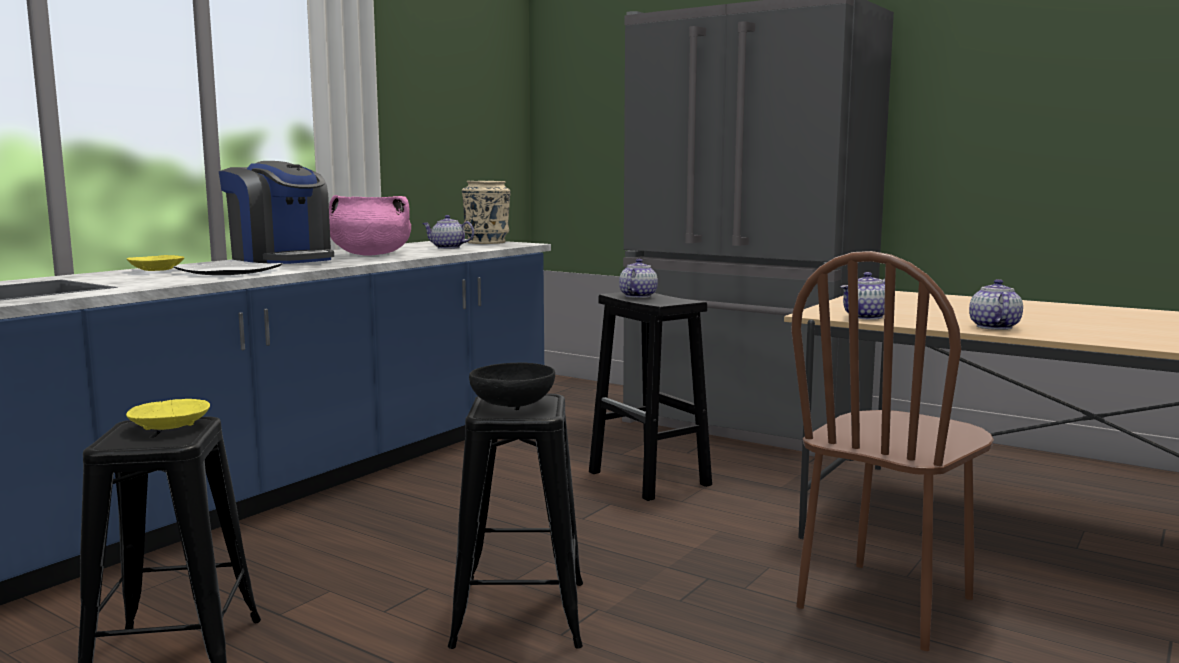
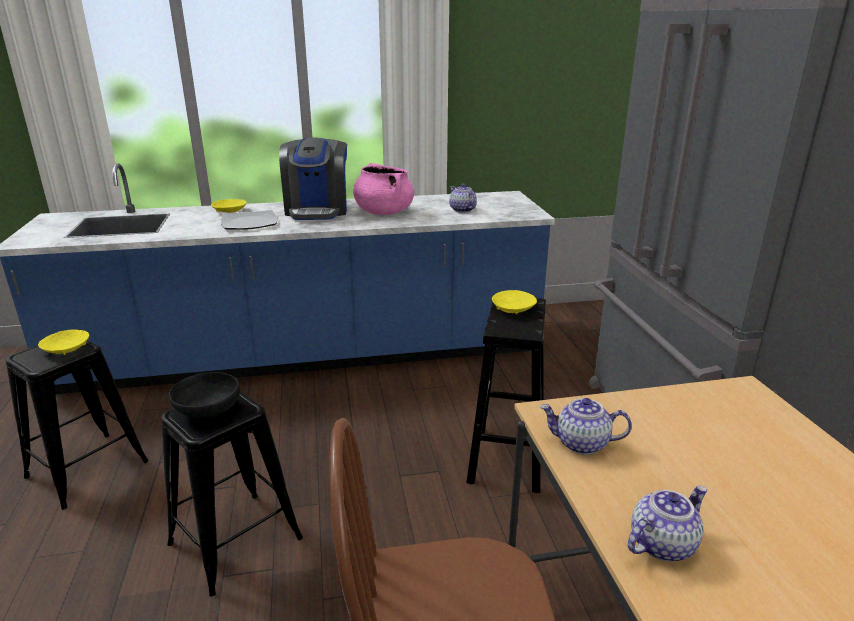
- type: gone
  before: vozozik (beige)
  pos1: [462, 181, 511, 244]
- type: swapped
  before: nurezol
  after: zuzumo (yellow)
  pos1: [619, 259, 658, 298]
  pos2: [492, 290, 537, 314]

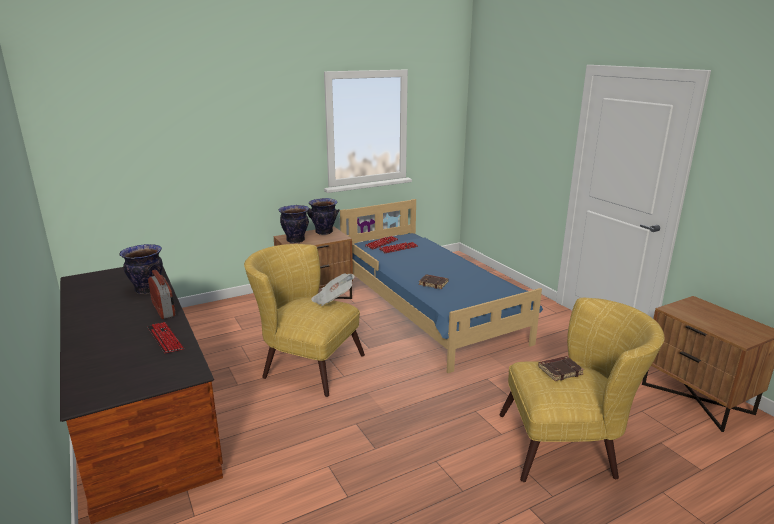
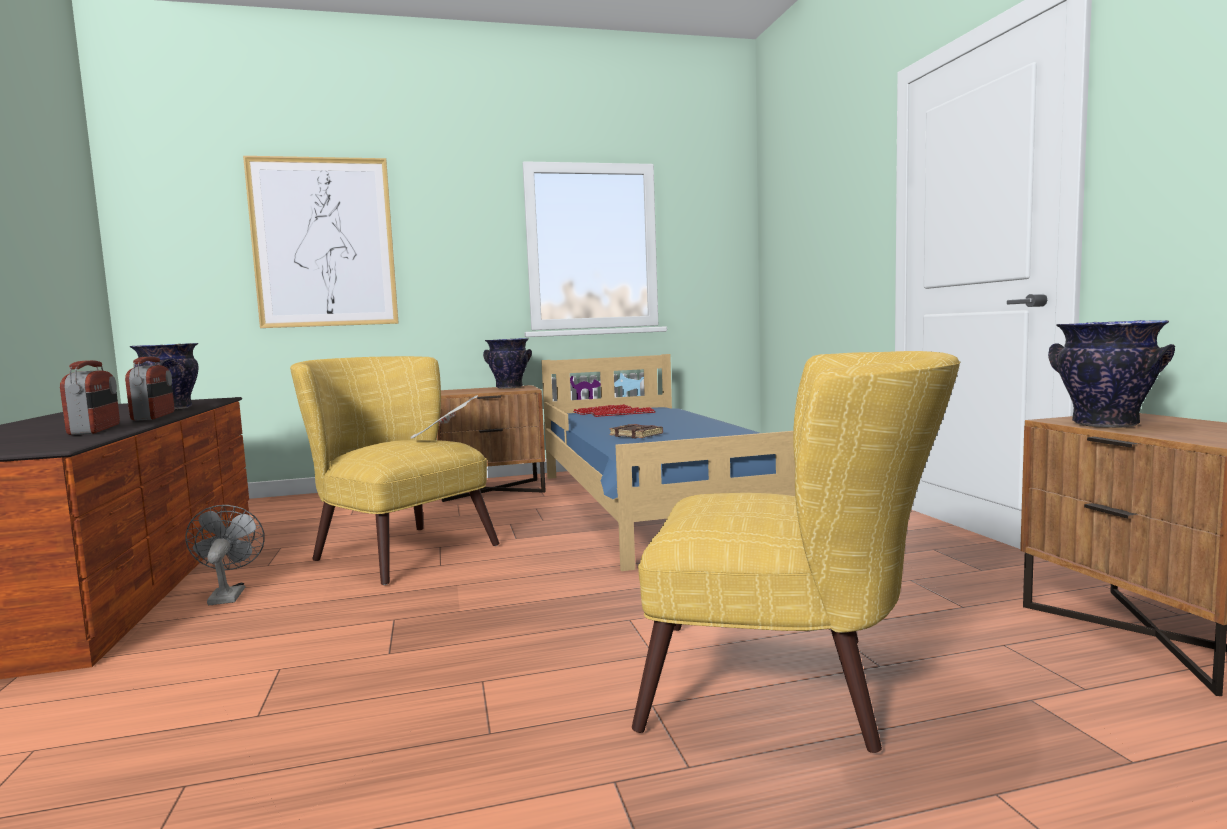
- type: shifted
  before: vozozik
  pos1: [279, 205, 309, 243]
  pos2: [1048, 320, 1175, 428]
- type: swapped
  before: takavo
  after: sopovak
  pos1: [148, 322, 184, 353]
  pos2: [60, 360, 120, 435]
- type: gone
  before: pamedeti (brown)
  pos1: [538, 356, 584, 381]
- type: new
  after: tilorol
  pos2: [243, 156, 399, 328]
- type: new
  after: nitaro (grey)
  pos2: [185, 505, 265, 605]

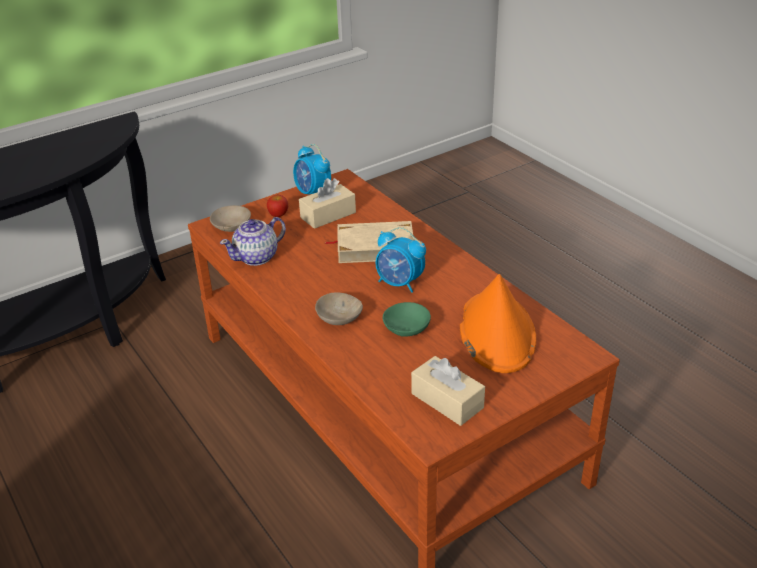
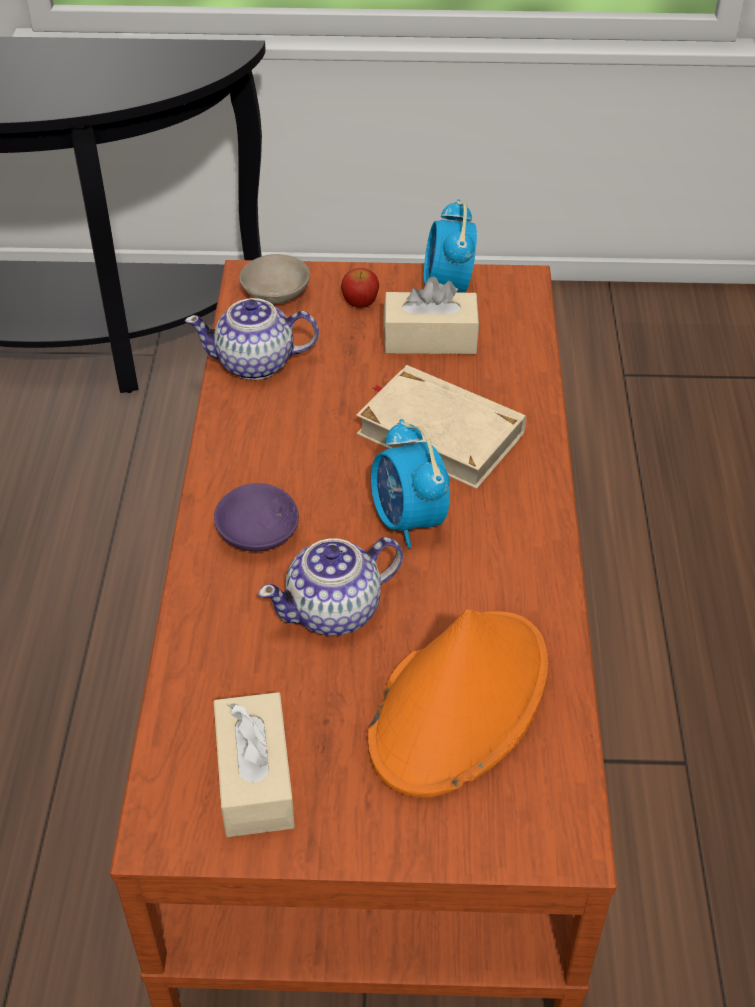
- type: repainted
  before: zuzumo (beige)
  after: zuzumo (purple)
  pos1: [315, 292, 363, 325]
  pos2: [214, 483, 299, 551]
- type: swapped
  before: zuzumo (green)
  after: nurezol
  pos1: [383, 302, 431, 337]
  pos2: [258, 537, 403, 636]

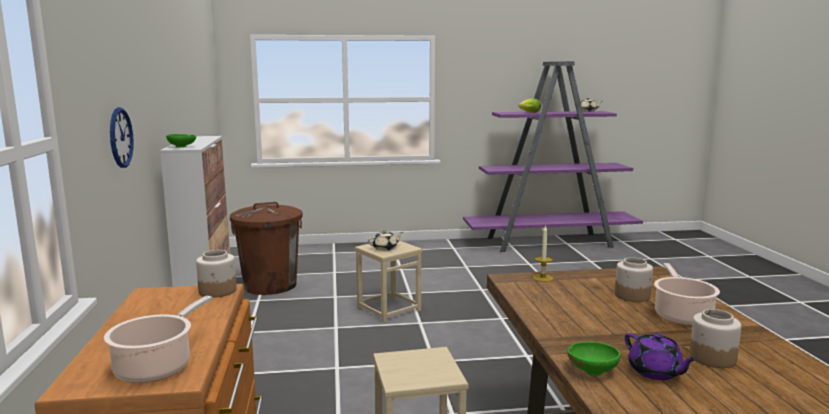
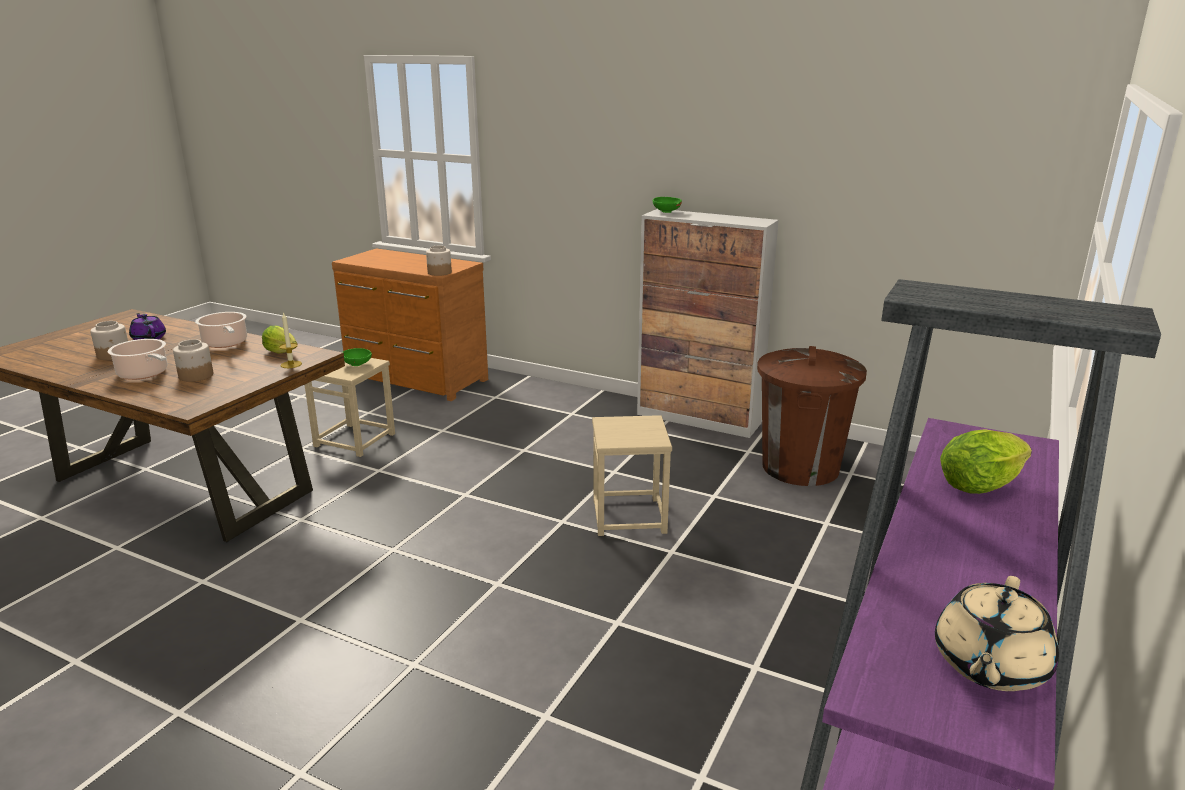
- type: gone
  before: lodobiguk
  pos1: [110, 107, 134, 168]
- type: gone
  before: nurezol (beige)
  pos1: [368, 230, 403, 251]
- type: shifted
  before: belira
  pos1: [104, 296, 212, 383]
  pos2: [195, 312, 247, 348]
- type: rotated
  before: nurezol (purple)
  pos1: [625, 333, 697, 380]
  pos2: [129, 313, 166, 340]
  turn: 45
- type: shifted
  before: zuzumo (green)
  pos1: [567, 342, 621, 376]
  pos2: [343, 348, 372, 366]
- type: new
  after: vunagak
  pos2: [262, 326, 297, 354]

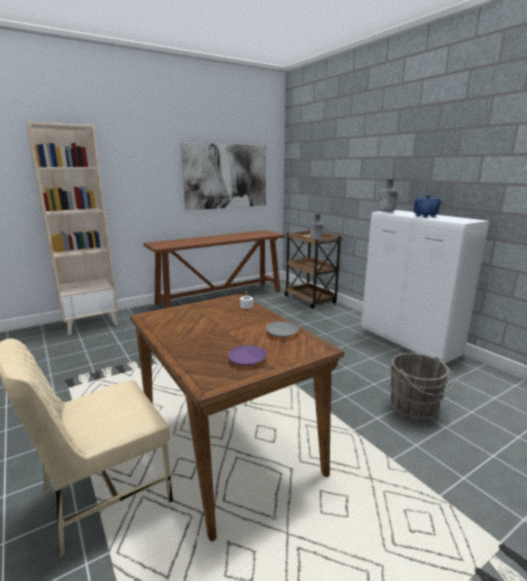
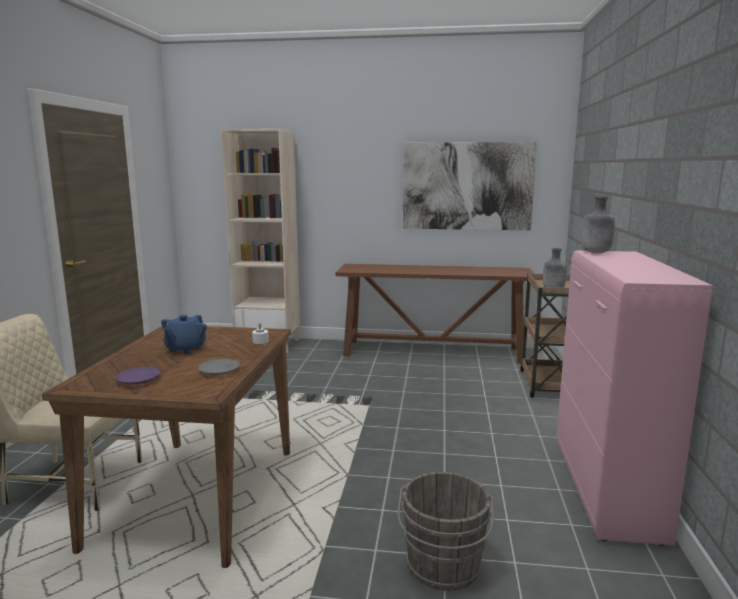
- type: shifted
  before: nurezol (blue)
  pos1: [413, 195, 442, 218]
  pos2: [161, 315, 207, 354]
- type: repainted
  before: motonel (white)
  after: motonel (pink)
  pos1: [362, 210, 489, 363]
  pos2: [557, 251, 713, 546]

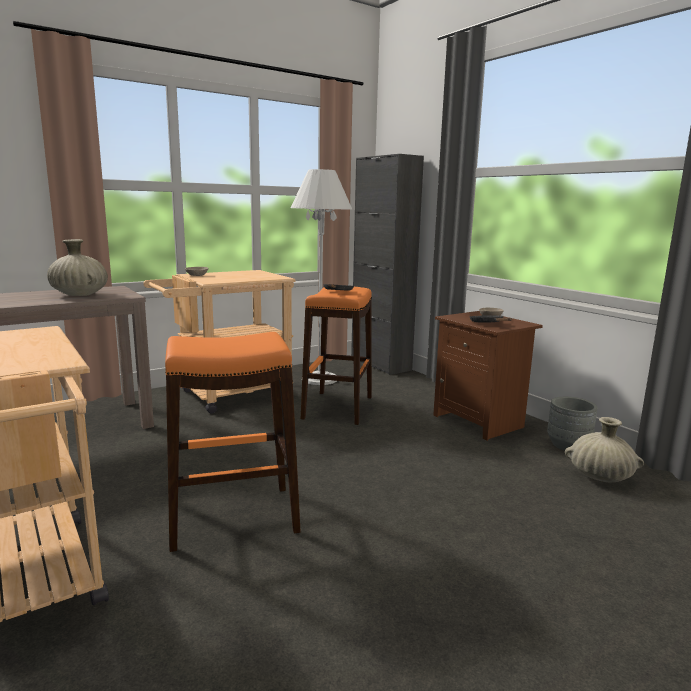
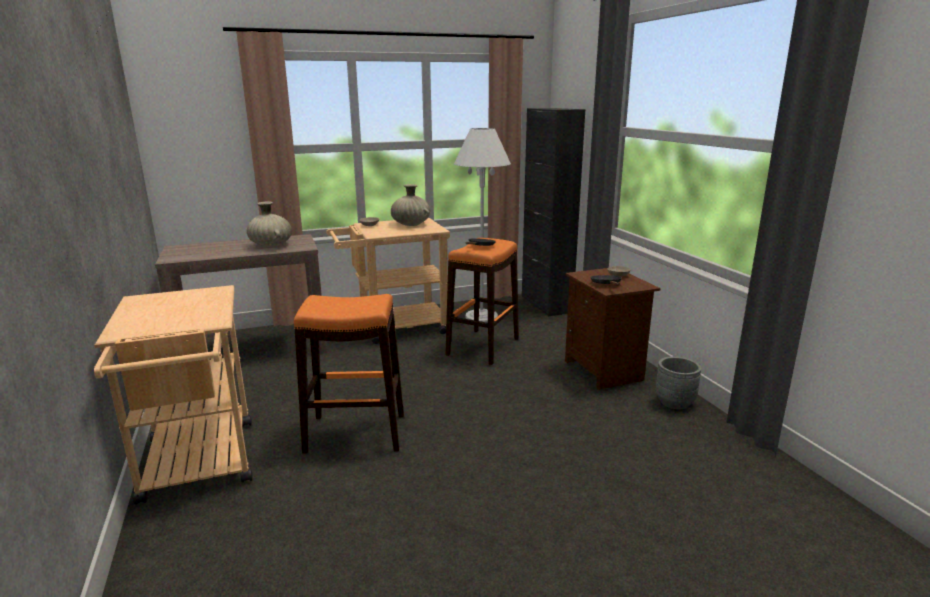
- type: shifted
  before: vozozik (beige)
  pos1: [565, 417, 644, 482]
  pos2: [391, 184, 430, 226]

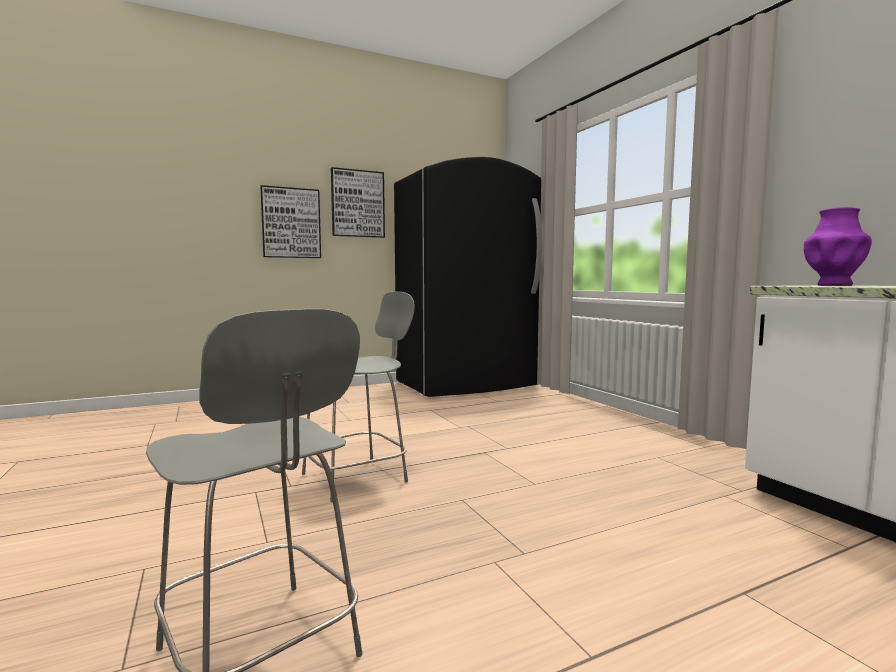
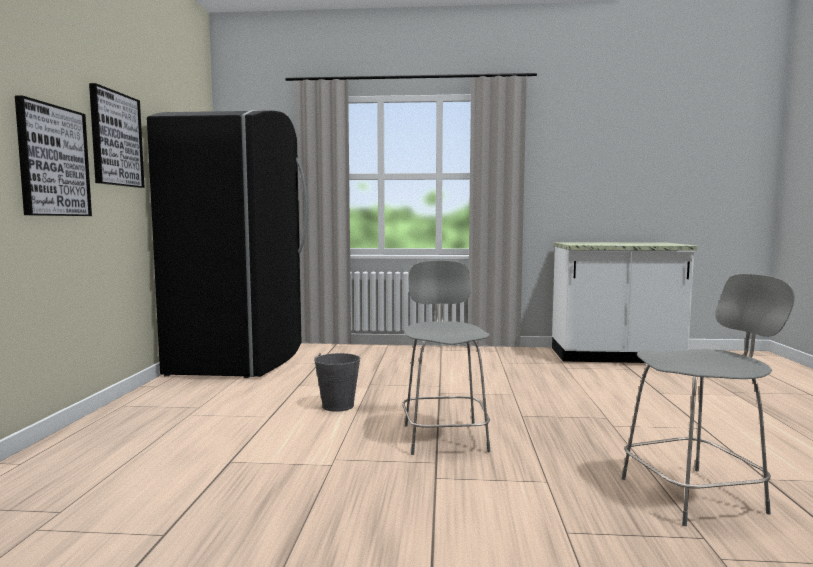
- type: gone
  before: vozozik (purple)
  pos1: [804, 207, 872, 286]
- type: new
  after: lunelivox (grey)
  pos2: [314, 353, 360, 412]

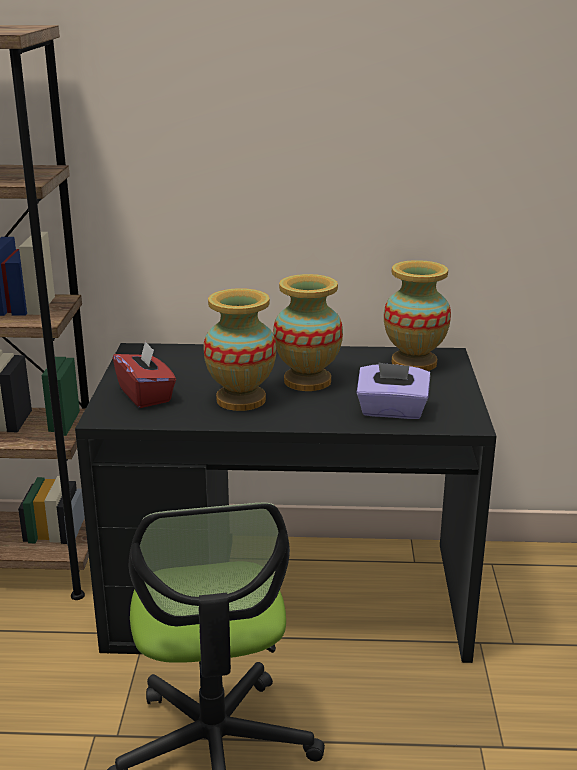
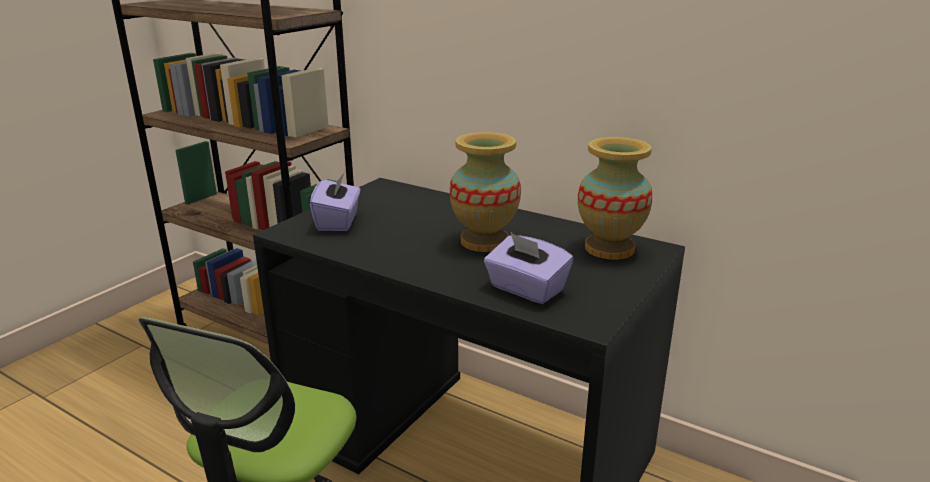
- type: gone
  before: vozozik
  pos1: [203, 288, 276, 411]
- type: repainted
  before: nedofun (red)
  after: nedofun (purple)
  pos1: [113, 340, 176, 408]
  pos2: [310, 172, 360, 231]

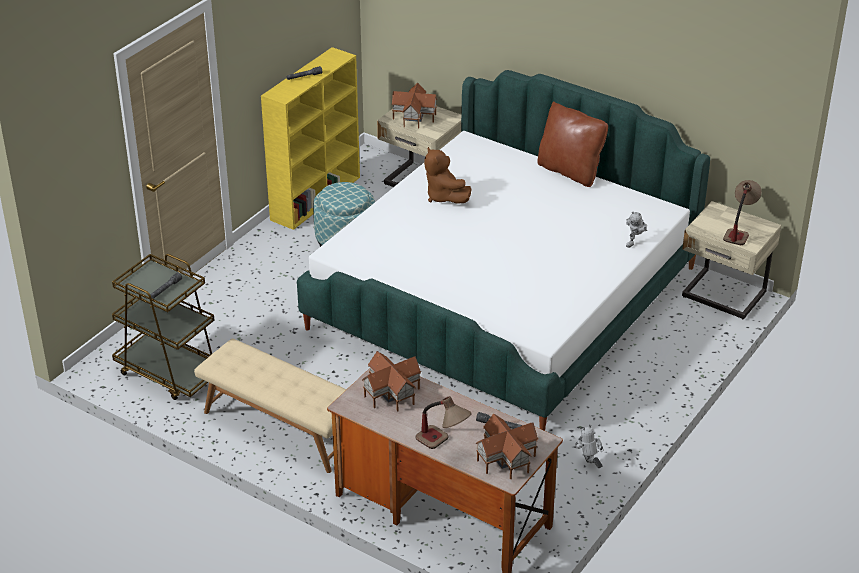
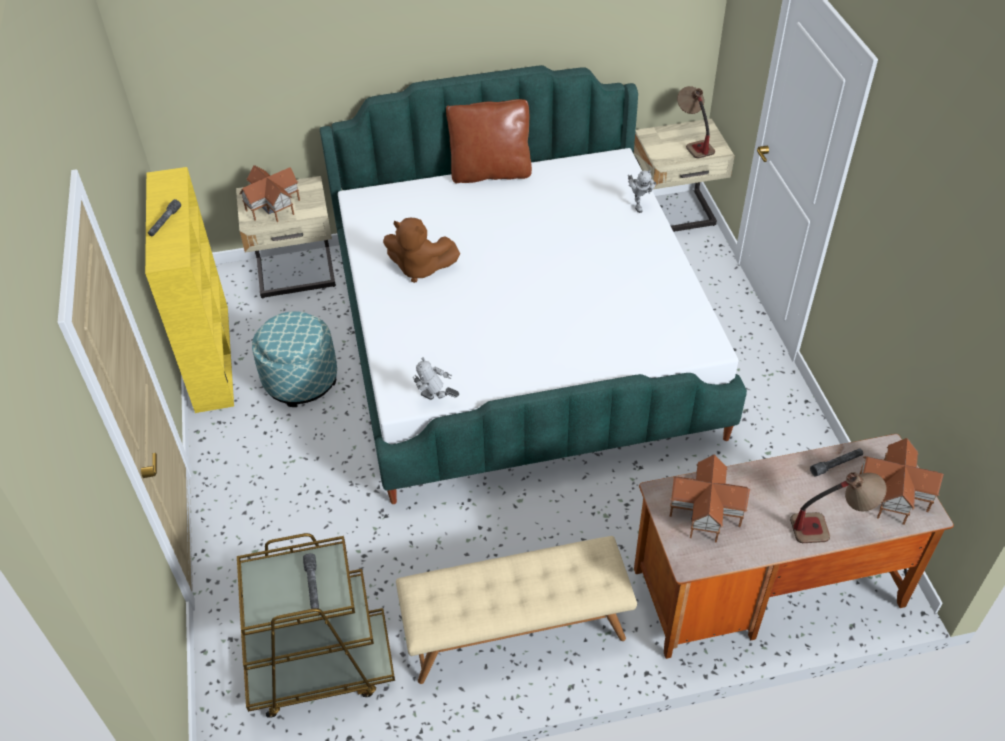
- type: shifted
  before: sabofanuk
  pos1: [575, 425, 604, 468]
  pos2: [413, 357, 459, 400]

